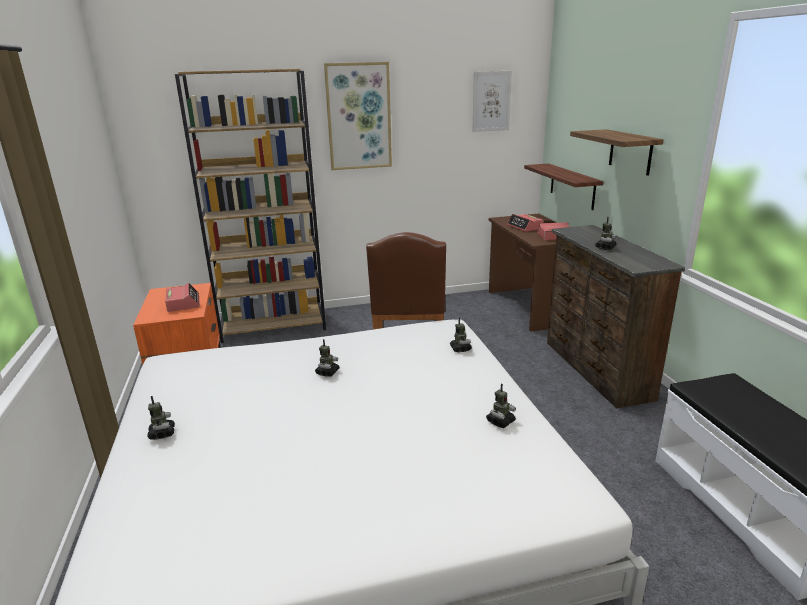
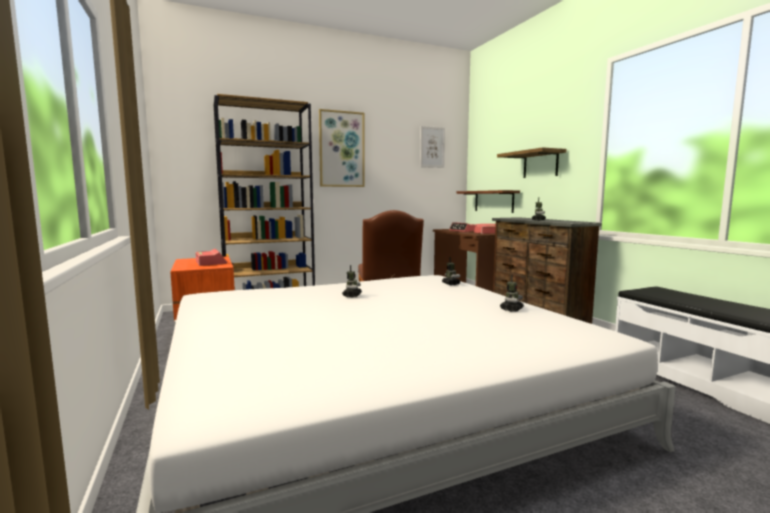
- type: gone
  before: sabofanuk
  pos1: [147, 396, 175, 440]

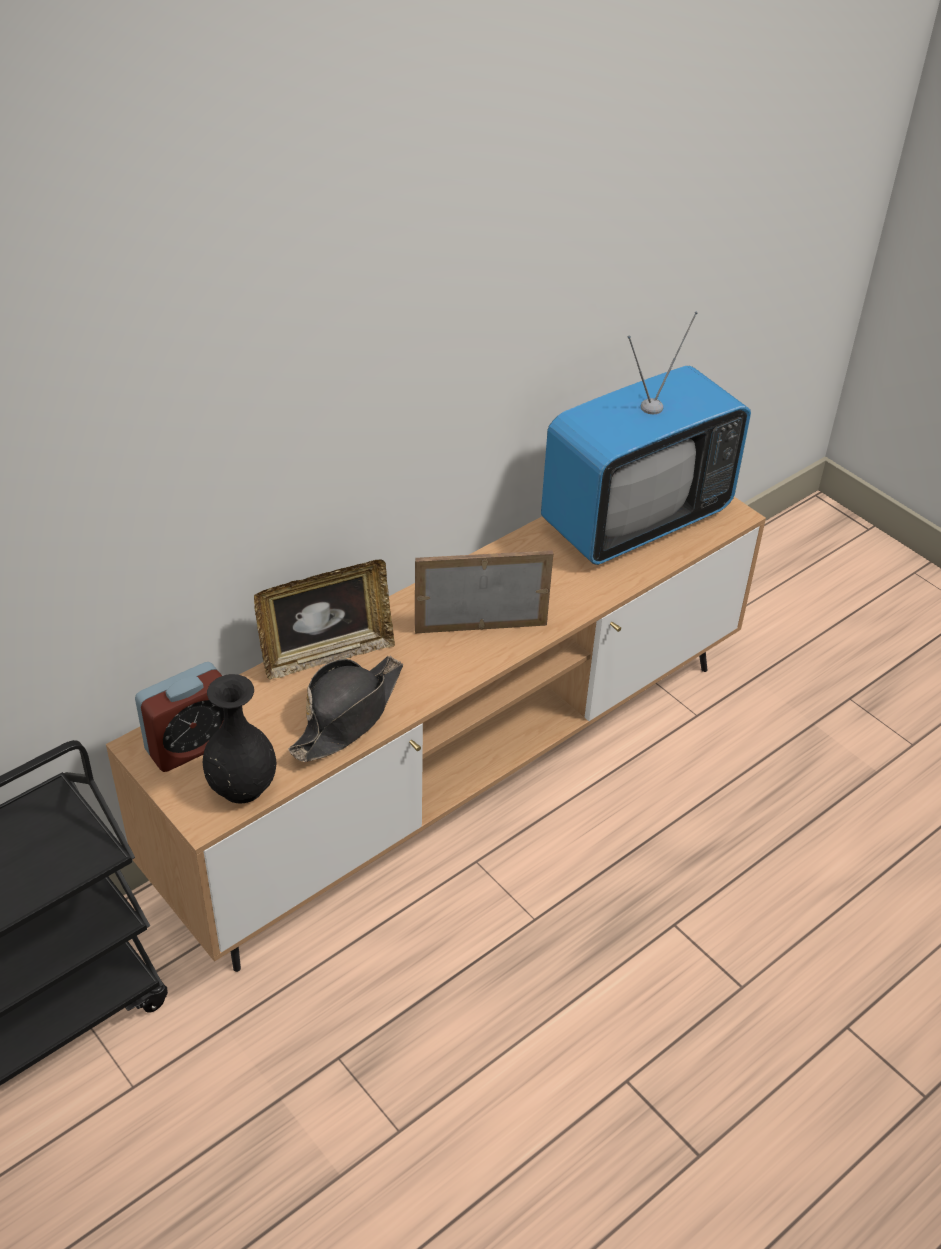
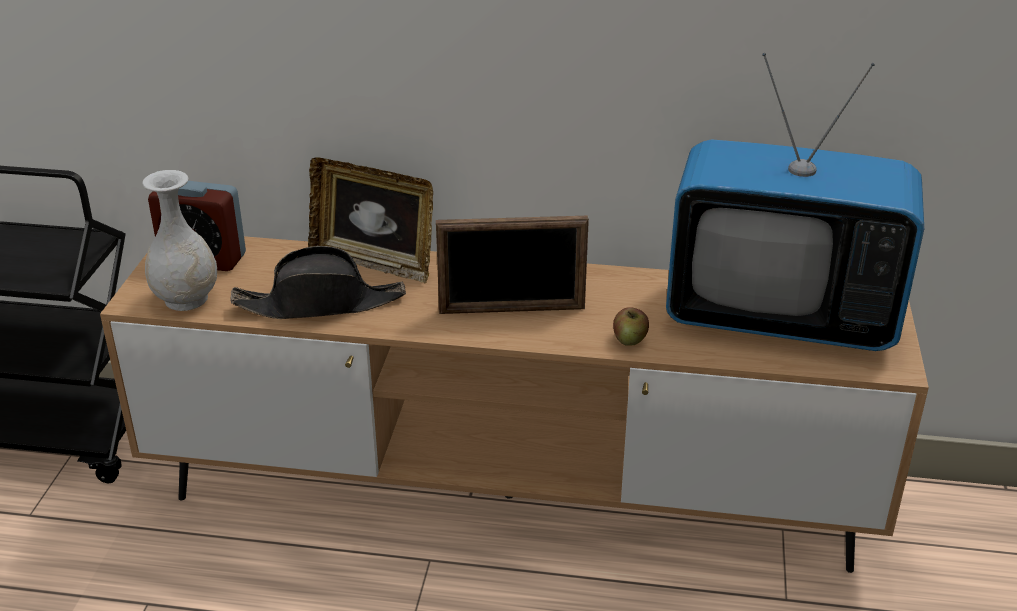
- type: rotated
  before: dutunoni
  pos1: [415, 550, 553, 633]
  pos2: [436, 216, 589, 314]
  turn: 135
- type: repainted
  before: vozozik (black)
  after: vozozik (white)
  pos1: [203, 674, 276, 804]
  pos2: [142, 170, 217, 311]
- type: new
  after: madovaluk
  pos2: [613, 307, 649, 346]

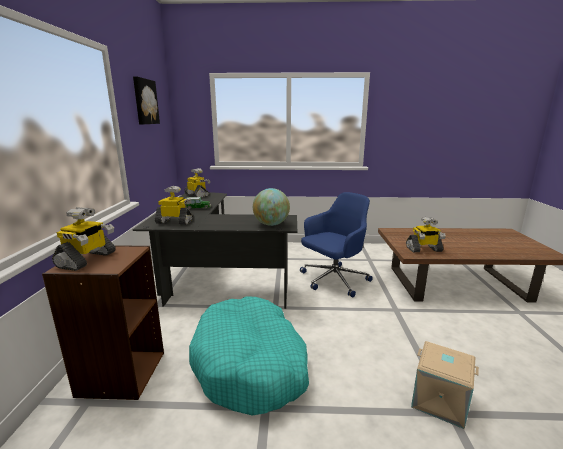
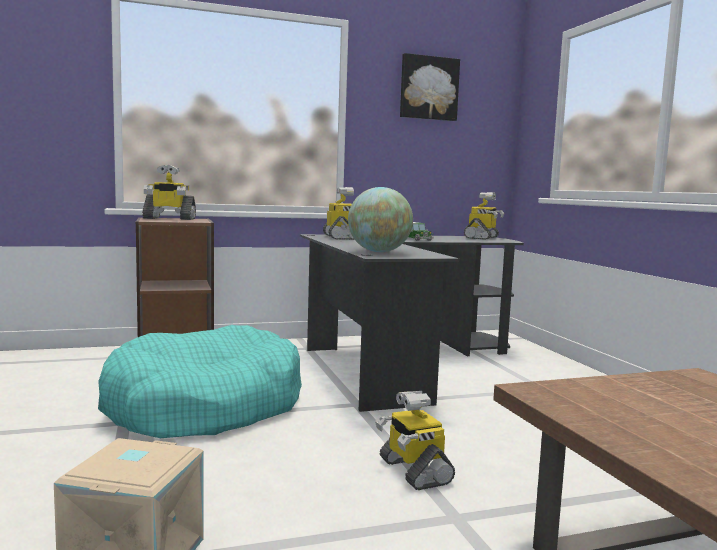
- type: gone
  before: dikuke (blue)
  pos1: [300, 192, 373, 297]
- type: shifted
  before: sabofanuk
  pos1: [406, 217, 446, 252]
  pos2: [375, 391, 455, 490]

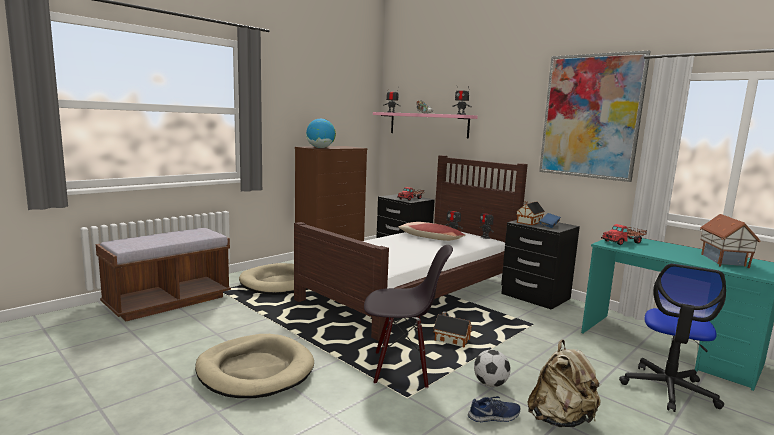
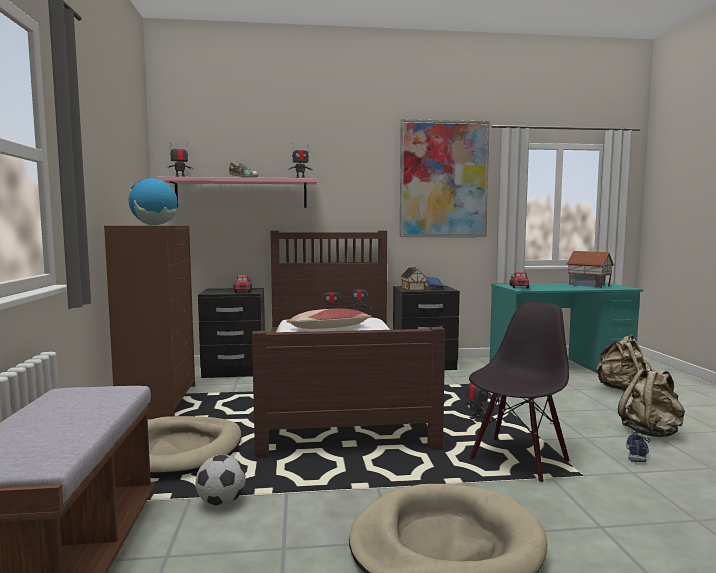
- type: swapped
  before: dikuke
  after: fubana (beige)
  pos1: [619, 264, 726, 412]
  pos2: [596, 334, 644, 393]
- type: swapped
  before: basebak
  after: sabofanuk
  pos1: [434, 311, 472, 348]
  pos2: [465, 383, 488, 422]
- type: shifted
  before: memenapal
  pos1: [474, 350, 511, 387]
  pos2: [196, 454, 246, 506]

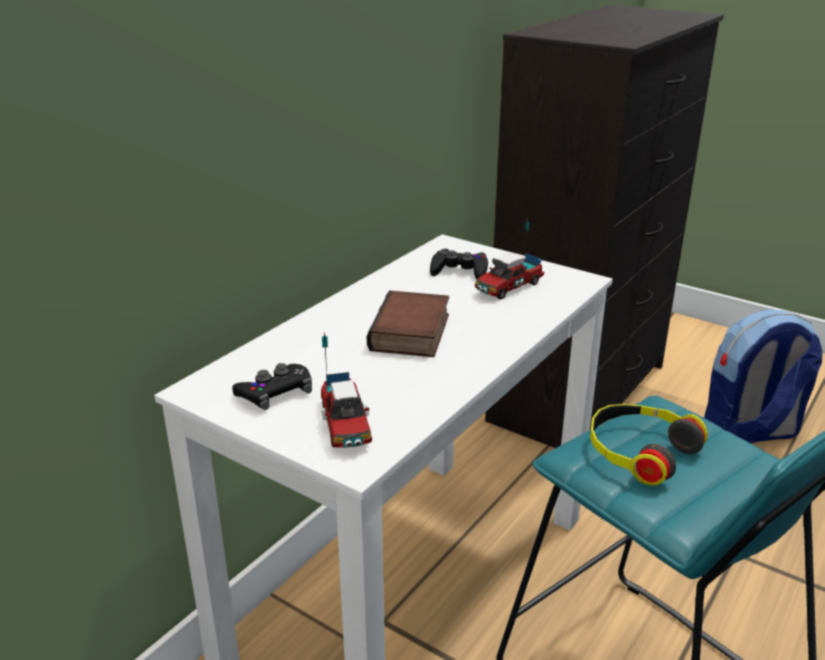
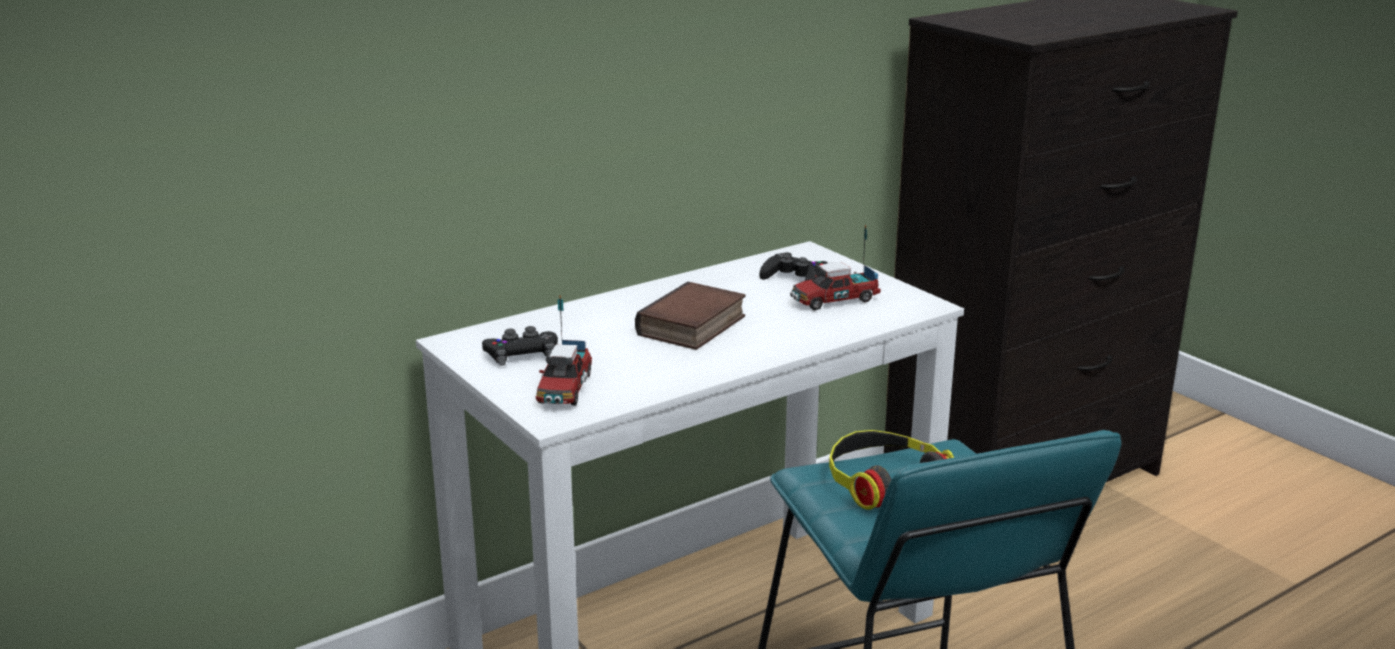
- type: gone
  before: fubana
  pos1: [704, 309, 823, 443]

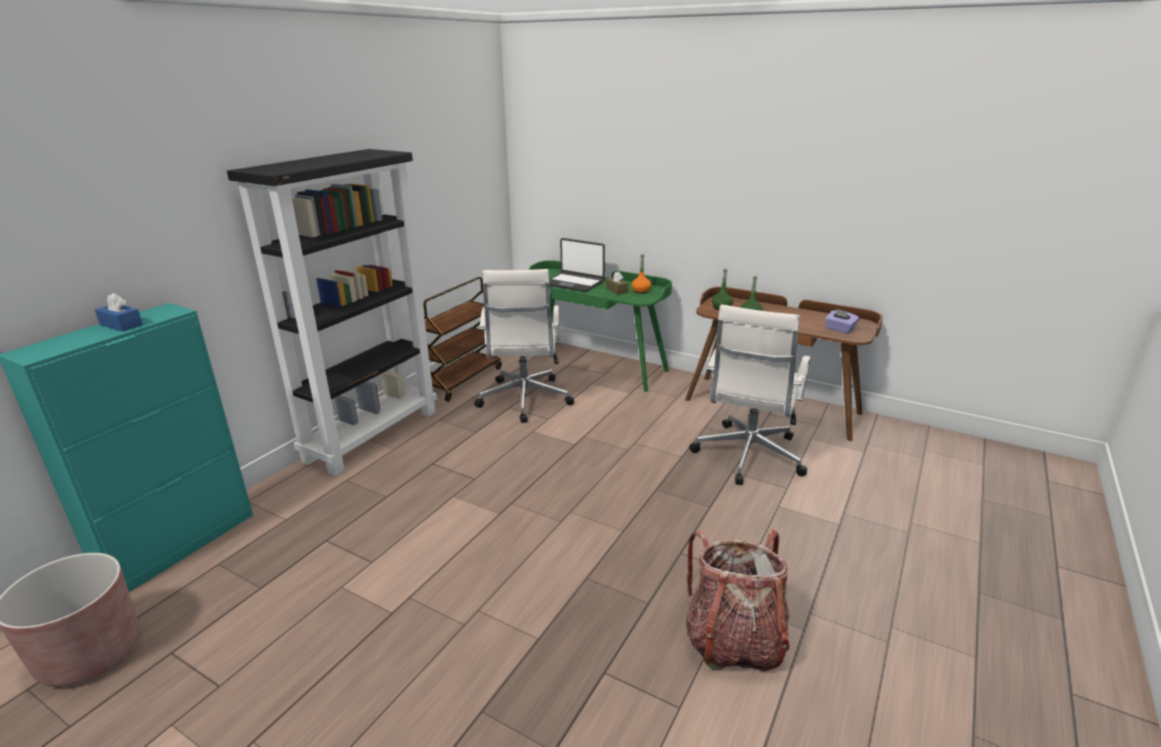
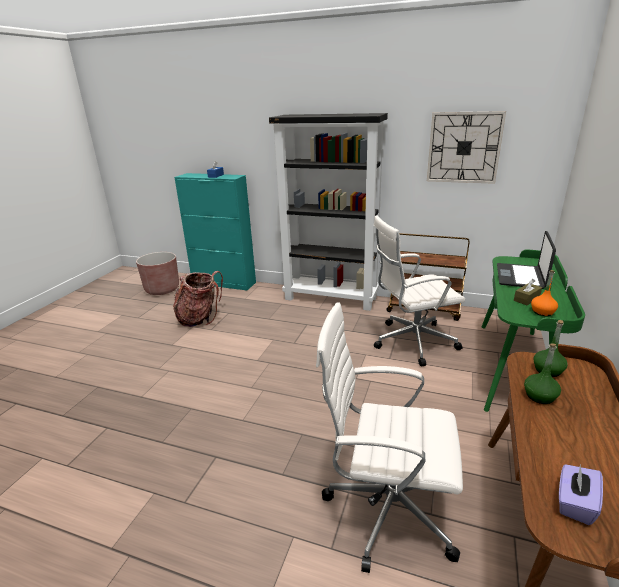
- type: shifted
  before: fubana
  pos1: [686, 530, 790, 672]
  pos2: [173, 271, 223, 327]
- type: new
  after: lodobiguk
  pos2: [427, 111, 506, 184]

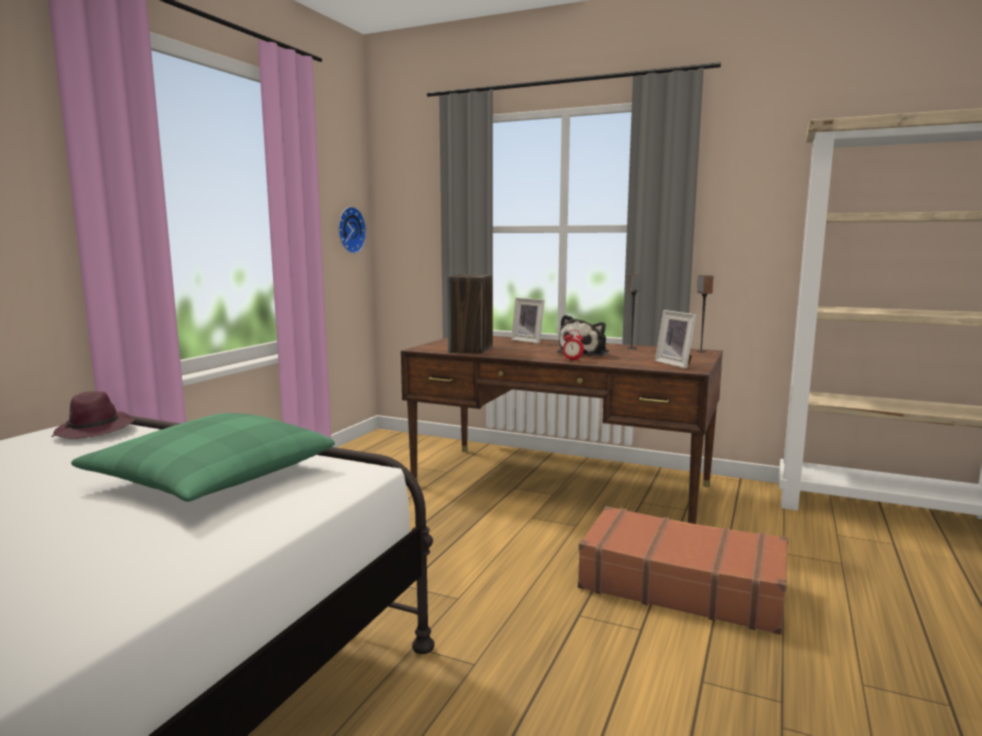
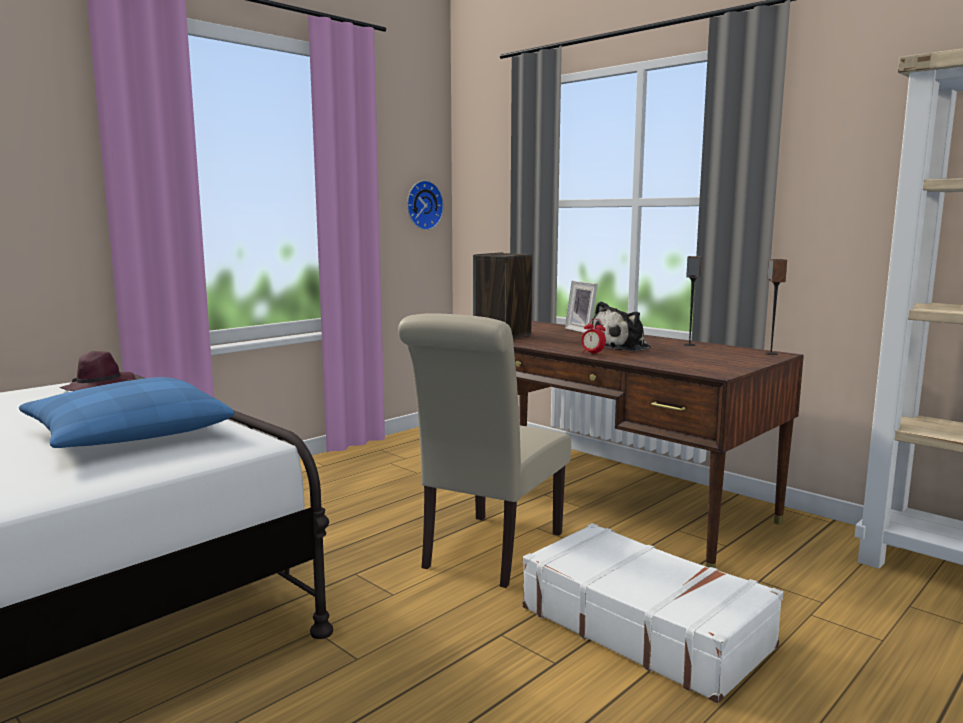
- type: gone
  before: dutunoni
  pos1: [655, 310, 696, 369]
- type: repainted
  before: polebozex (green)
  after: polebozex (blue)
  pos1: [71, 413, 335, 502]
  pos2: [19, 377, 235, 448]
- type: repainted
  before: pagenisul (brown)
  after: pagenisul (white)
  pos1: [578, 506, 788, 635]
  pos2: [522, 523, 783, 703]
- type: new
  after: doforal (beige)
  pos2: [398, 313, 571, 588]

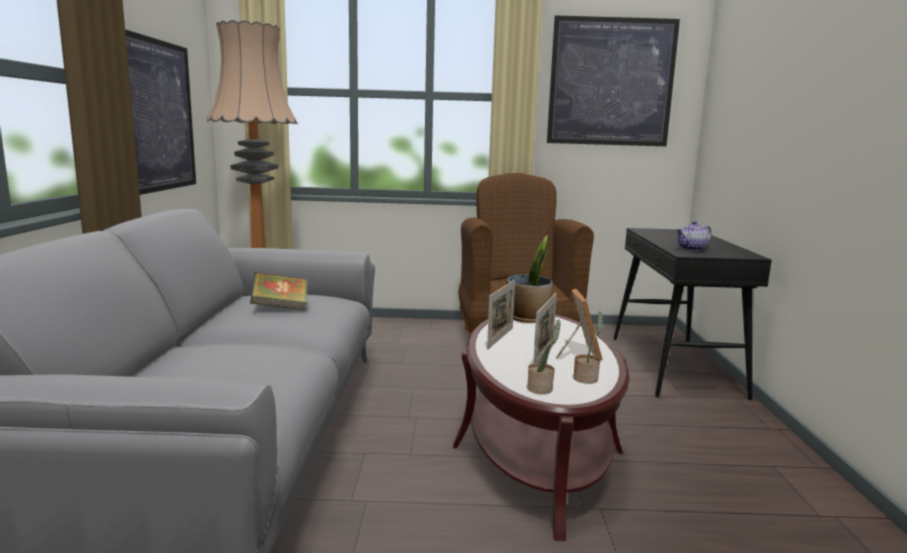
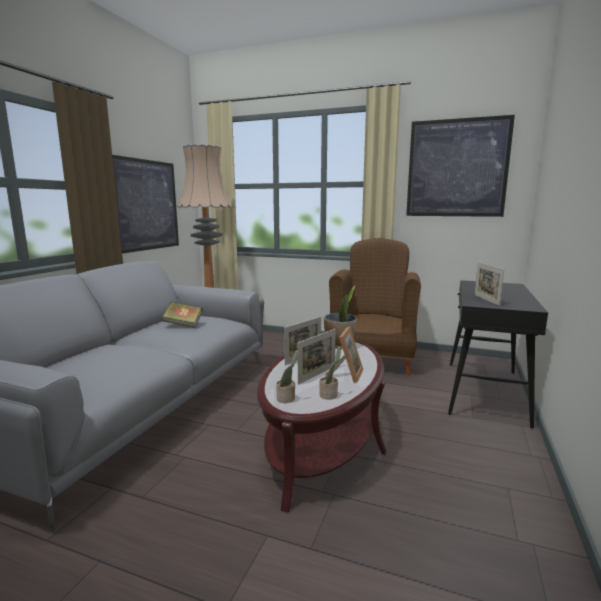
- type: swapped
  before: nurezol
  after: dutunoni
  pos1: [676, 221, 712, 251]
  pos2: [475, 262, 504, 306]

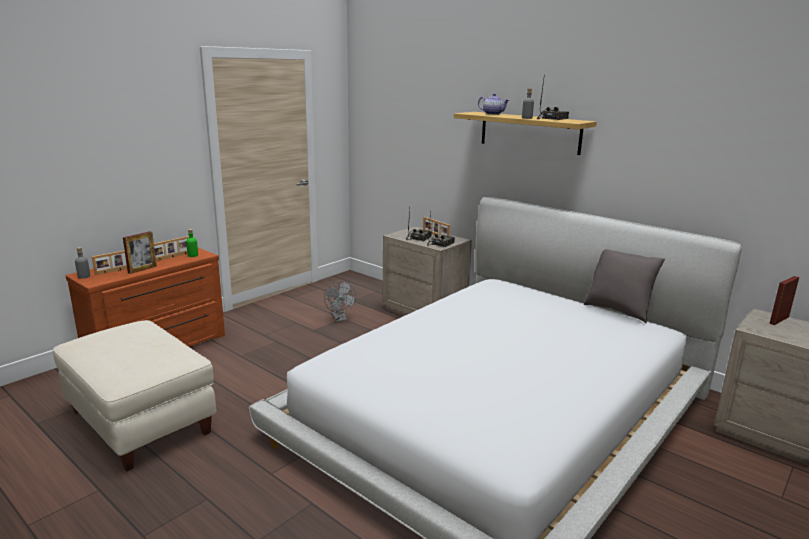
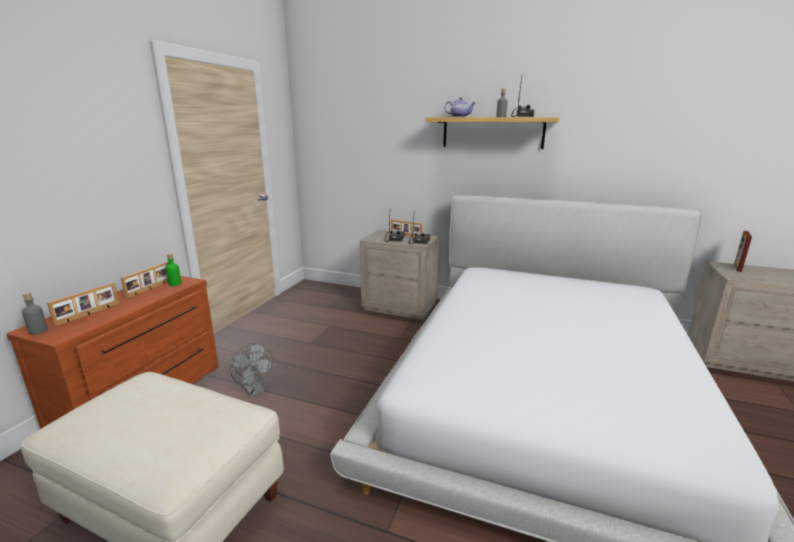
- type: gone
  before: dutunoni
  pos1: [123, 231, 157, 274]
- type: gone
  before: polebozex (grey)
  pos1: [584, 249, 665, 323]
- type: shifted
  before: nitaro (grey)
  pos1: [324, 281, 357, 322]
  pos2: [230, 343, 273, 397]

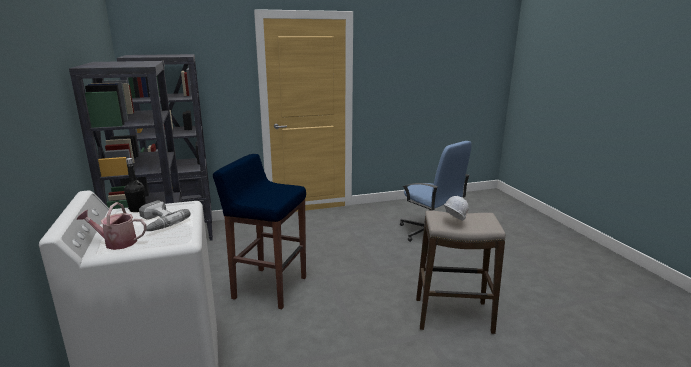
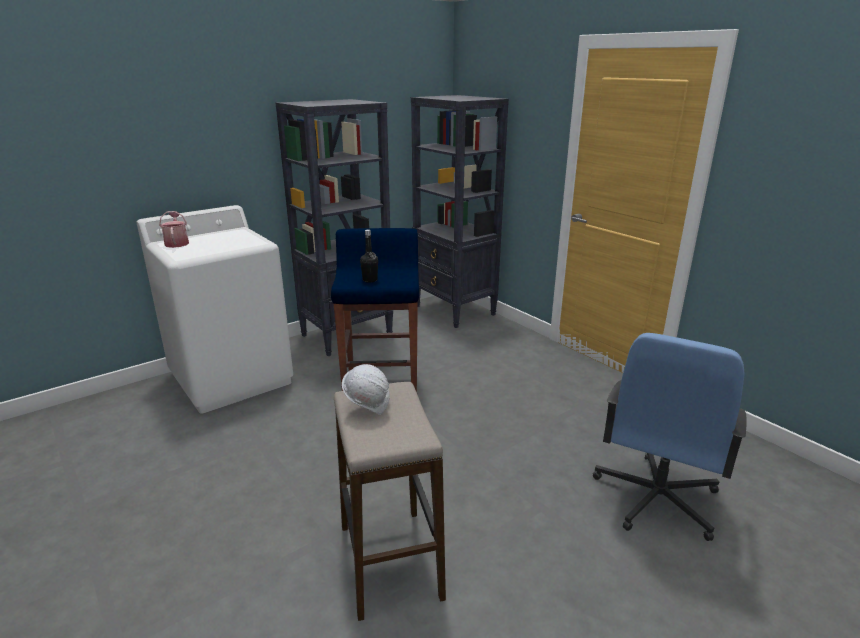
- type: shifted
  before: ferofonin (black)
  pos1: [124, 158, 146, 212]
  pos2: [360, 230, 378, 283]
- type: gone
  before: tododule
  pos1: [139, 200, 190, 231]

